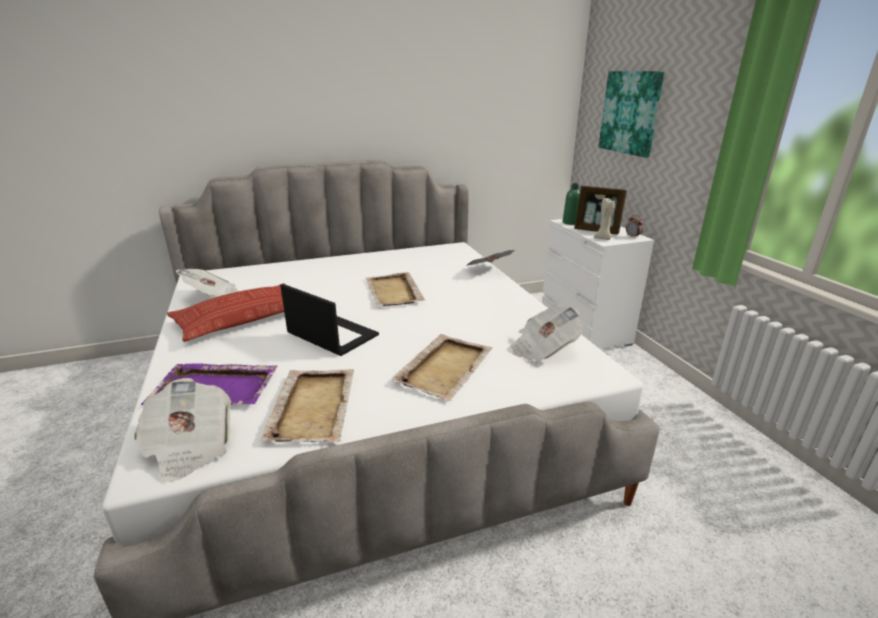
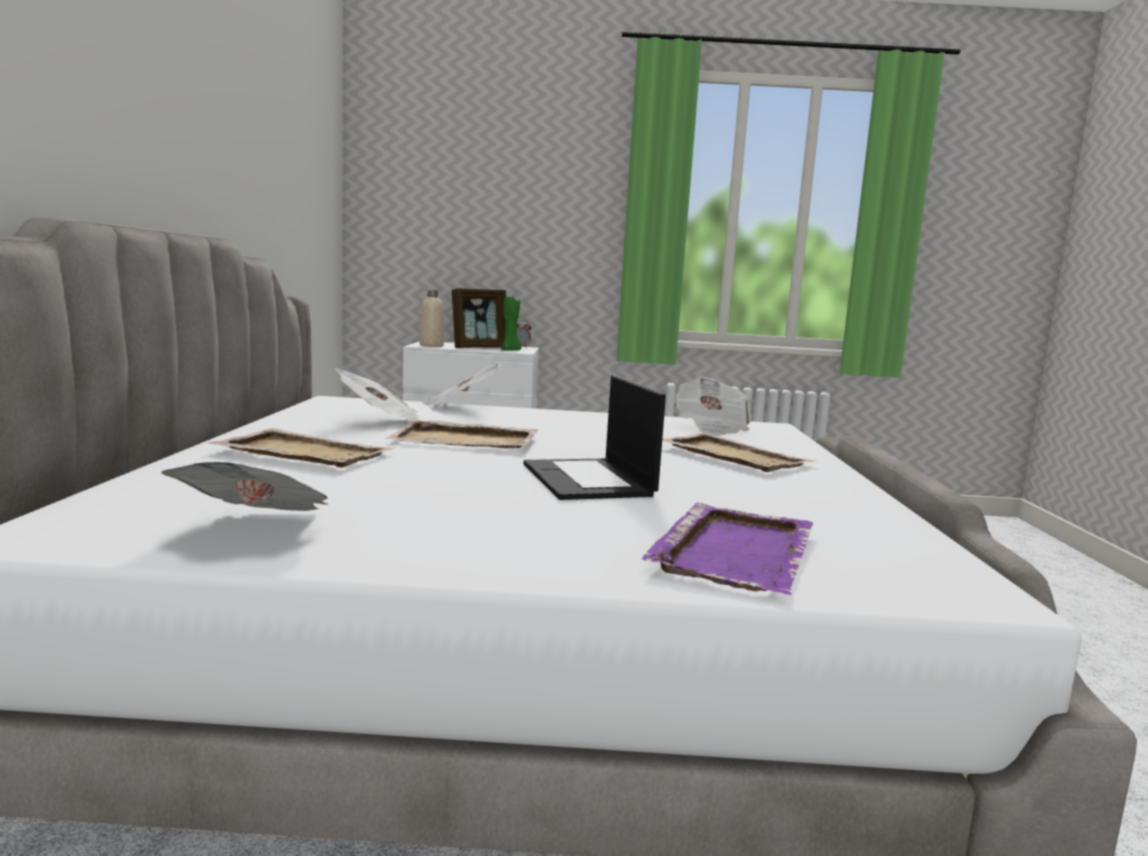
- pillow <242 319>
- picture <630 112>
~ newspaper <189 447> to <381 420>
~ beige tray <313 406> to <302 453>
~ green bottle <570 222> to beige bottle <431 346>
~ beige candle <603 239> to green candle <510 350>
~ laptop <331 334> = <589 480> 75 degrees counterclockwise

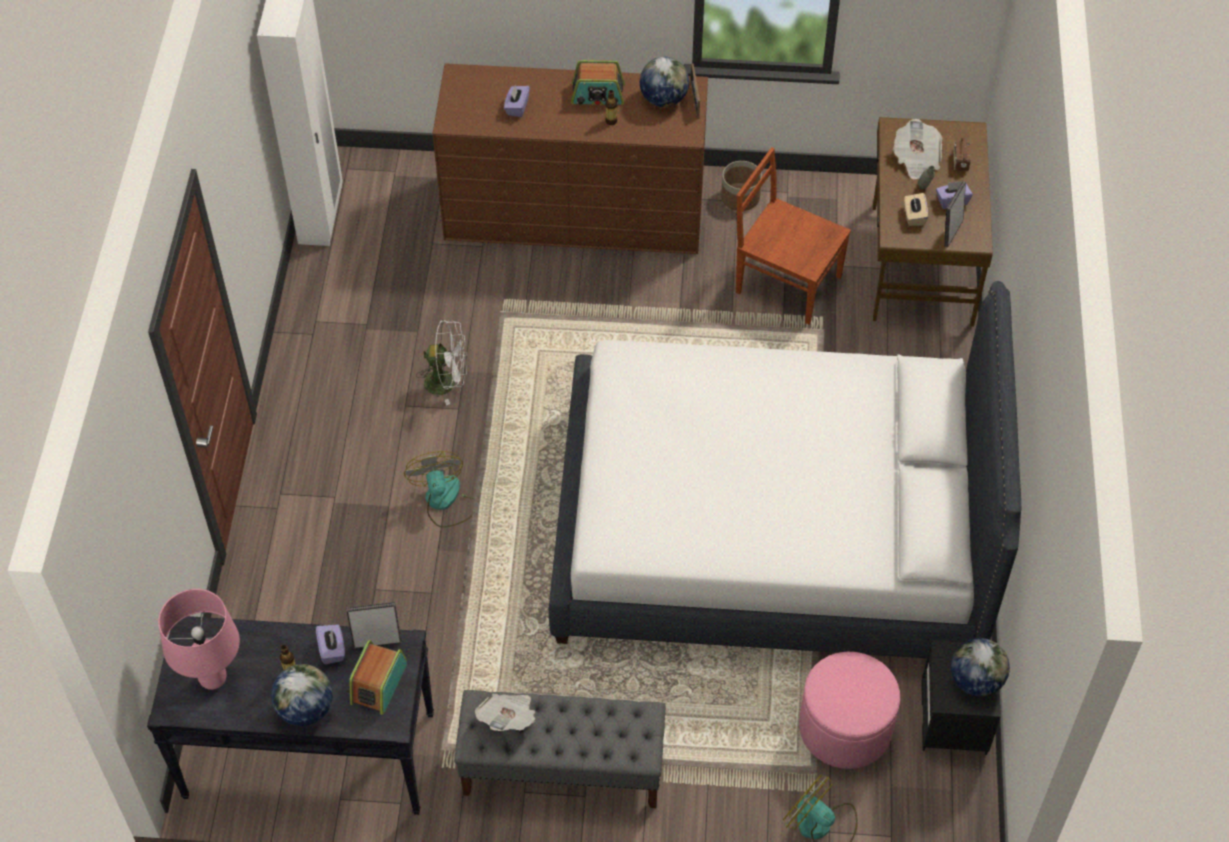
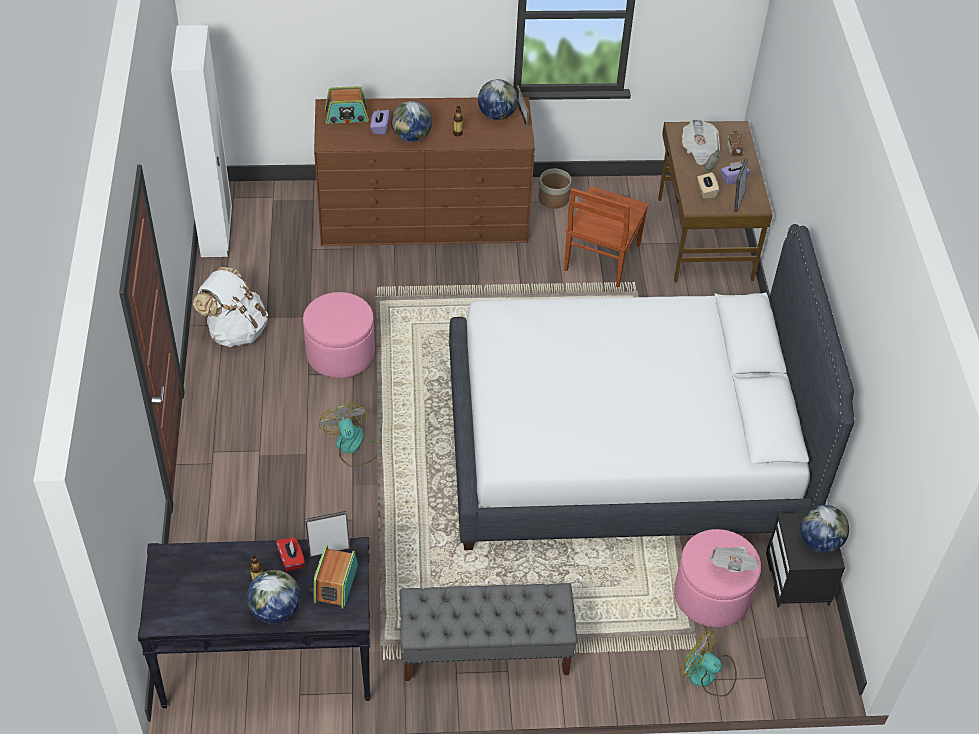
- pink table lamp <212 679>
+ white backpack <235 330>
+ globe <411 137>
~ newspaper <508 719> to <732 565>
~ radio <598 94> to <346 115>
~ white fan <447 382> to pink ottoman <340 353>
~ purple tissue box <332 650> to red tissue box <291 560>
~ brown chair <786 283> = <601 259> 90 degrees counterclockwise

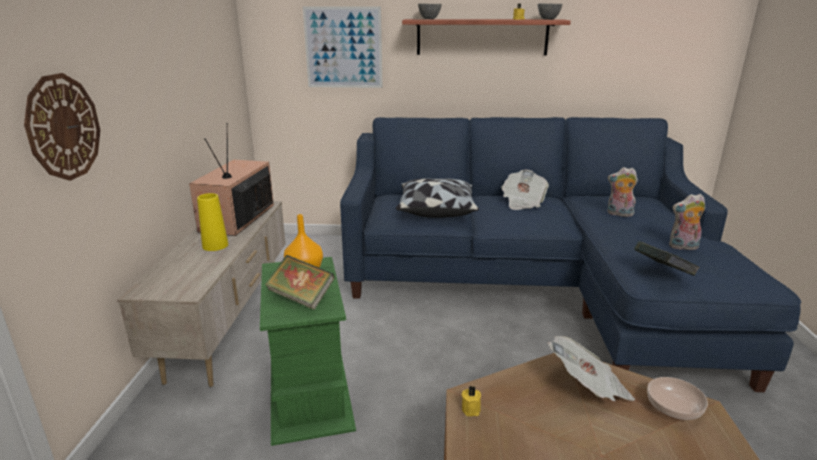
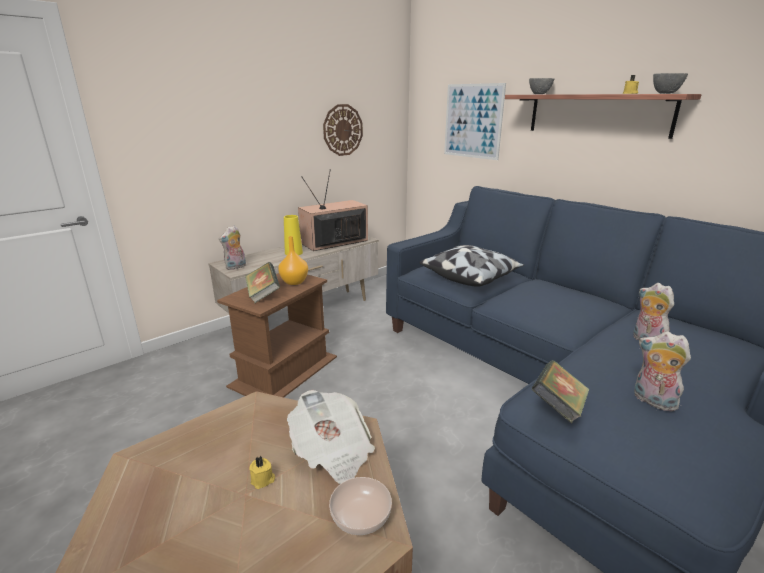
- newspaper <522 202>
+ plush toy <236 267>
~ wall clock <63 127> to <343 130>
~ yellow candle <471 409> to <263 480>
~ green side table <309 390> to brown side table <285 370>

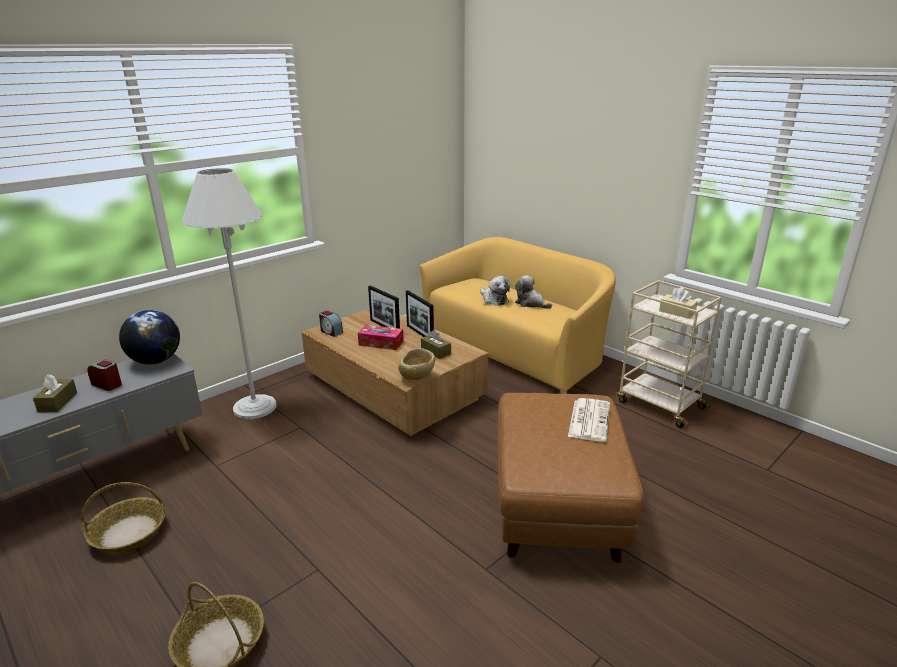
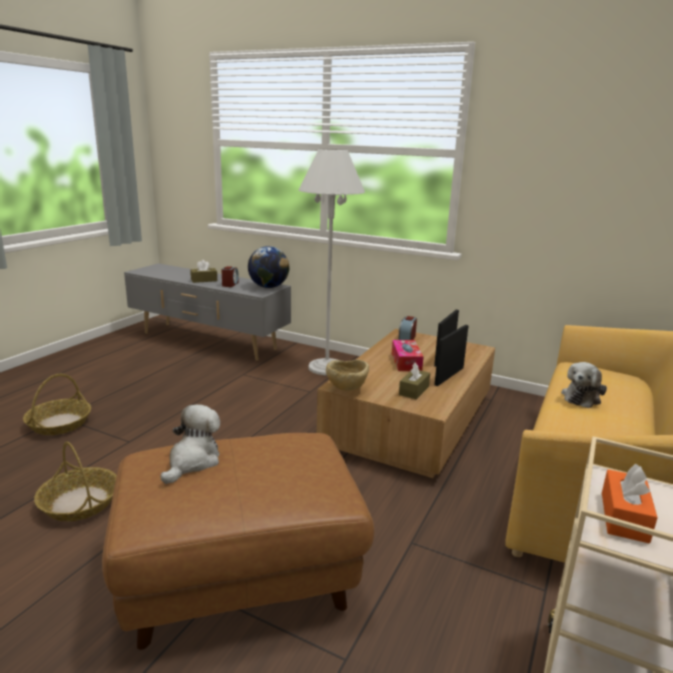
- newspaper <589 419>
~ basket <128 533> to <79 502>
~ plush toy <531 303> to <193 461>
~ beige tissue box <677 312> to orange tissue box <624 517>

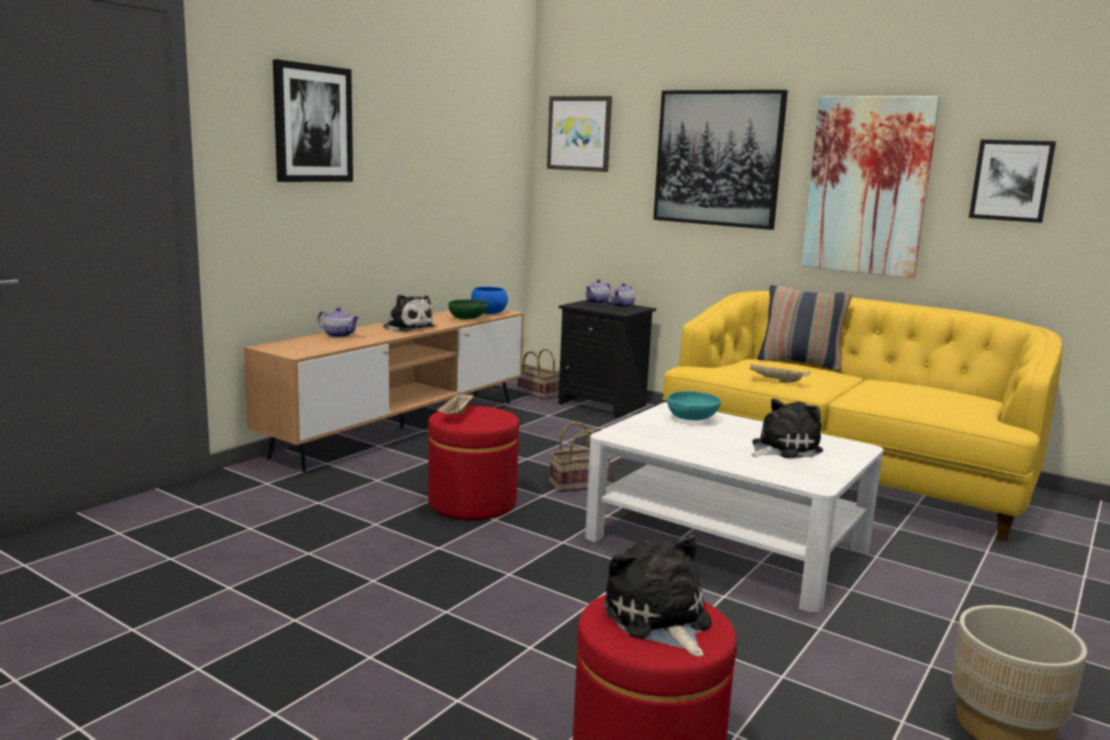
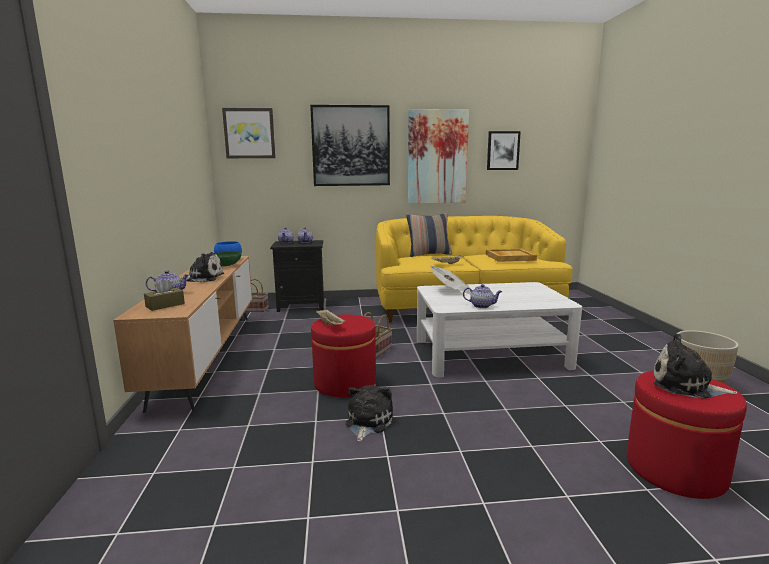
- picture <312 124>
+ brown tissue box <165 305>
+ teapot <482 306>
+ beige tray <509 257>
~ plush toy <782 448> to <367 422>
~ turquoise bowl <692 419> to newspaper <451 291>

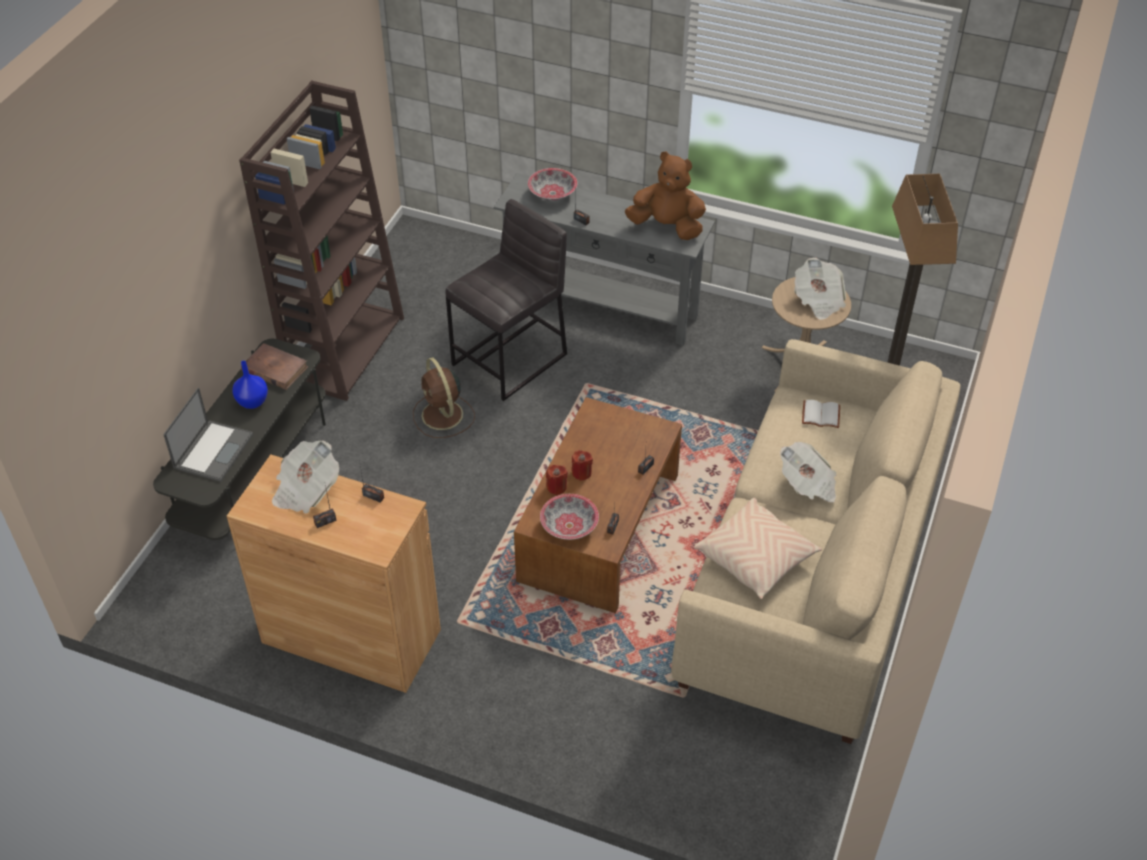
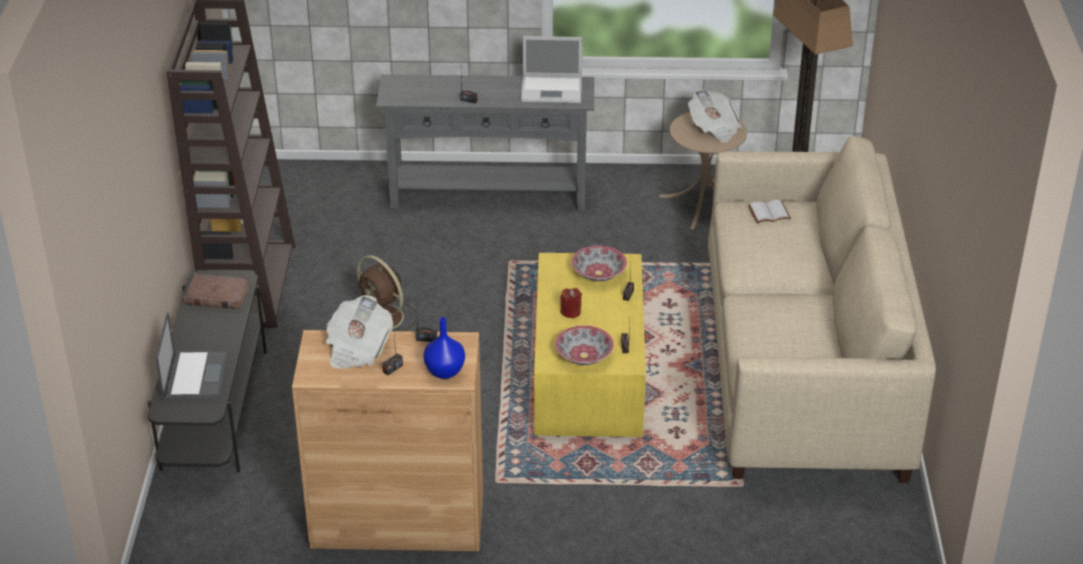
- grey stool <511 359>
- red candle <556 487>
- beige pillow <756 558>
- newspaper <808 484>
~ blue vase <252 401> to <444 371>
~ bowl <552 193> to <598 273>
~ brown plush toy <667 227> to laptop <553 90>
~ brown coffee table <600 527> to yellow coffee table <589 373>

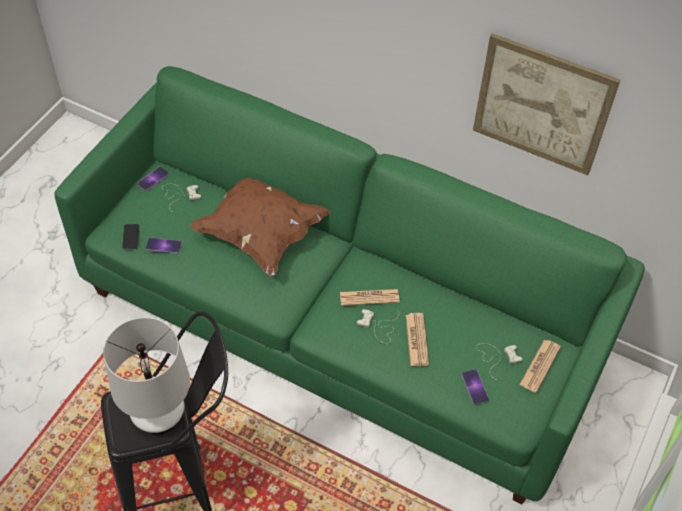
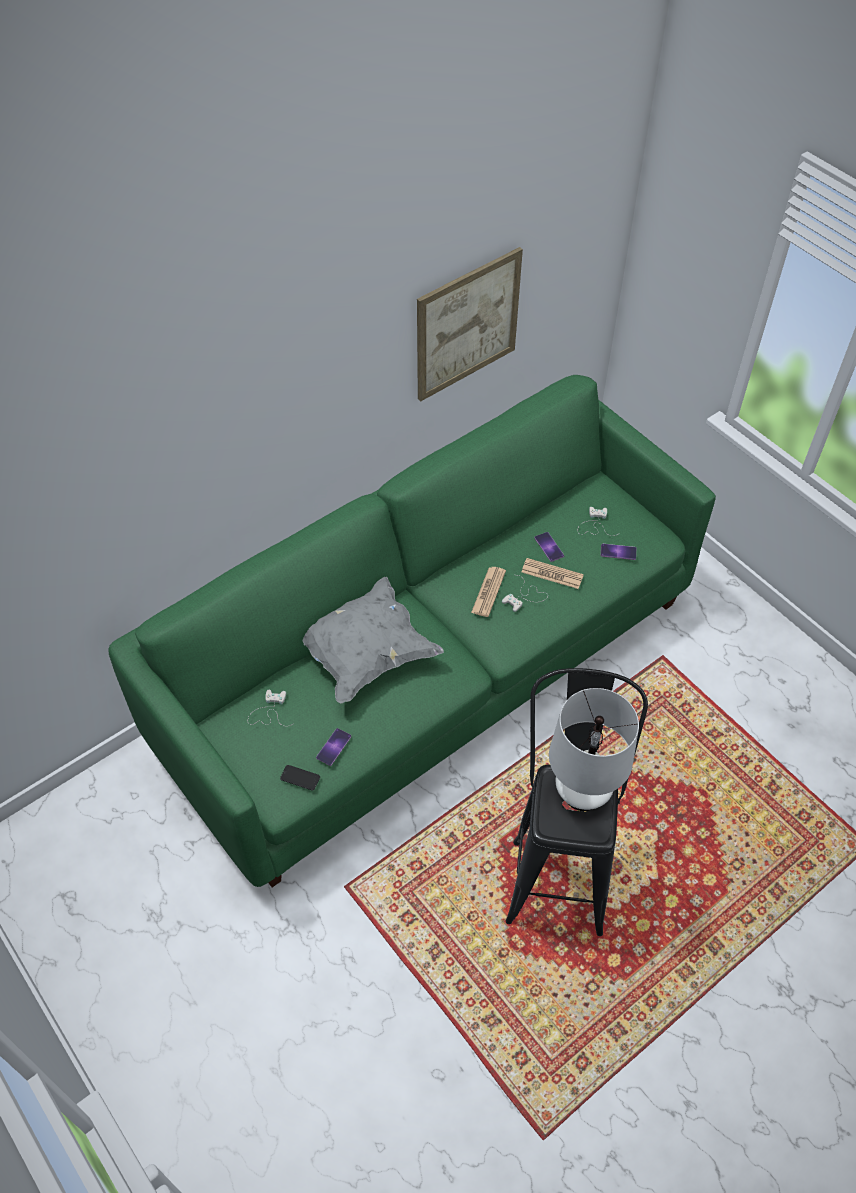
- newspaper <540 366>
~ phone <153 179> to <549 547>
~ brown pillow <261 233> to grey pillow <365 653>

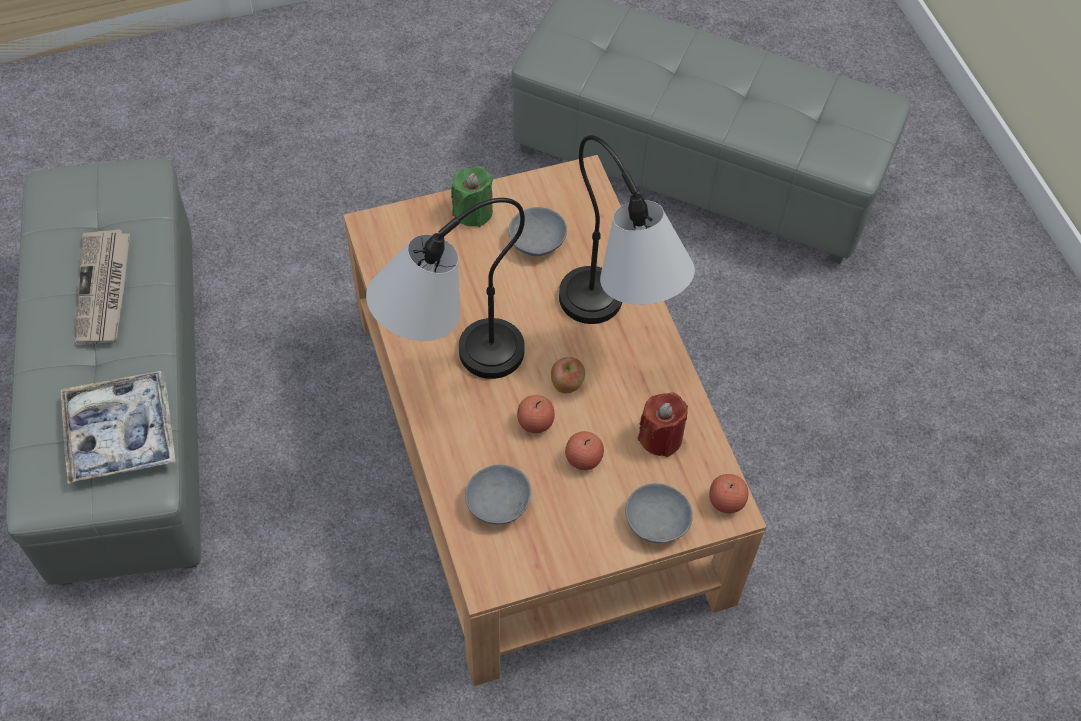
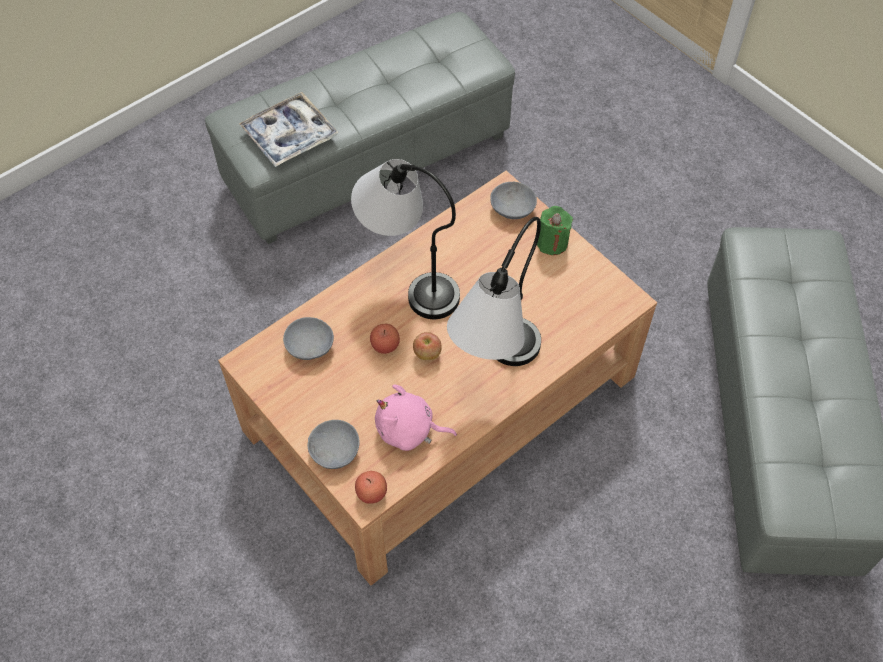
- newspaper <104 290>
- apple <583 459>
~ grey bowl <538 242> to <511 209>
~ red candle <660 437> to pink plush toy <409 430>

